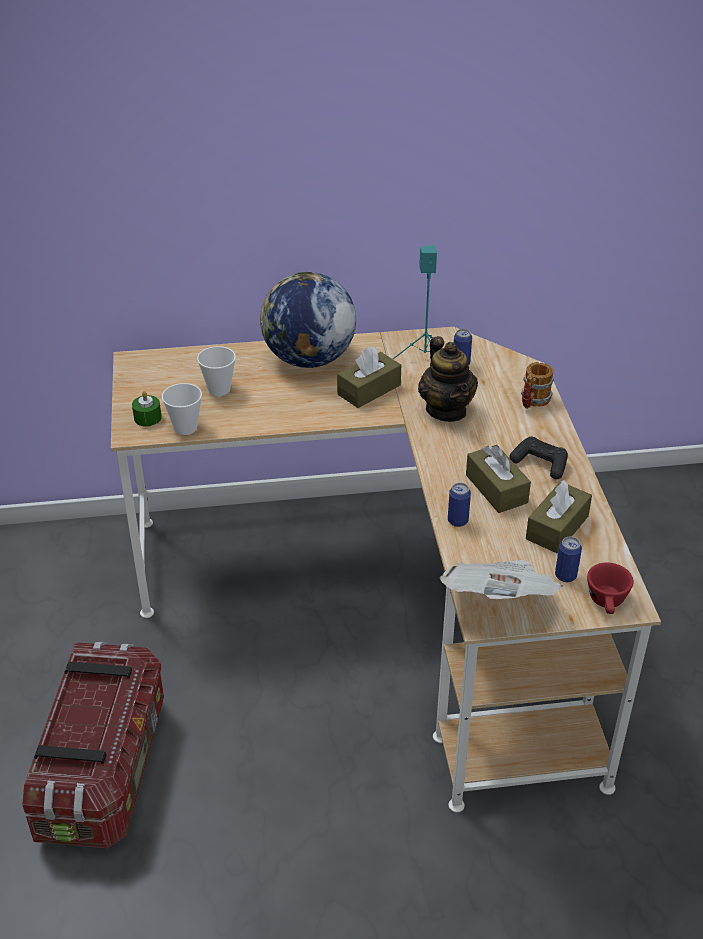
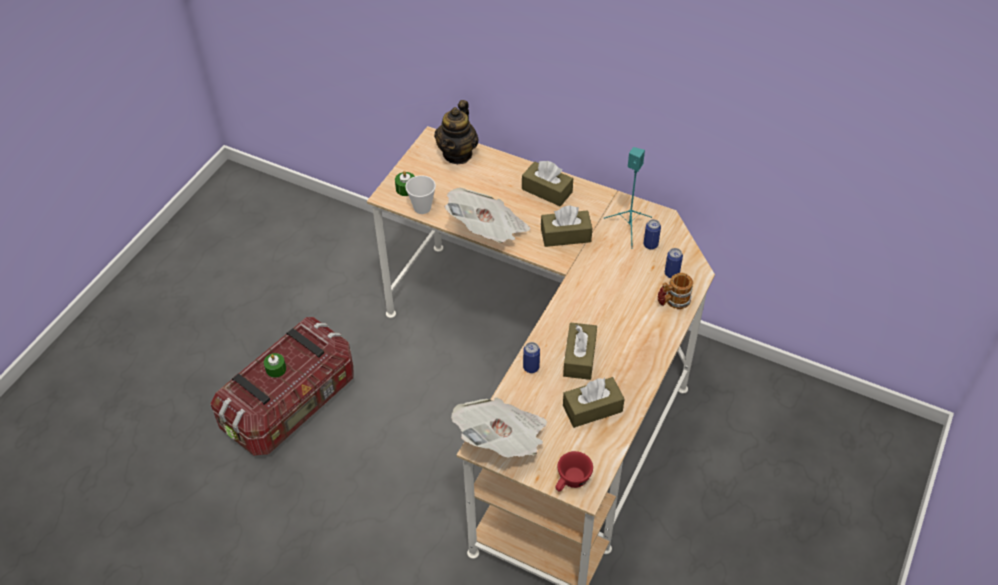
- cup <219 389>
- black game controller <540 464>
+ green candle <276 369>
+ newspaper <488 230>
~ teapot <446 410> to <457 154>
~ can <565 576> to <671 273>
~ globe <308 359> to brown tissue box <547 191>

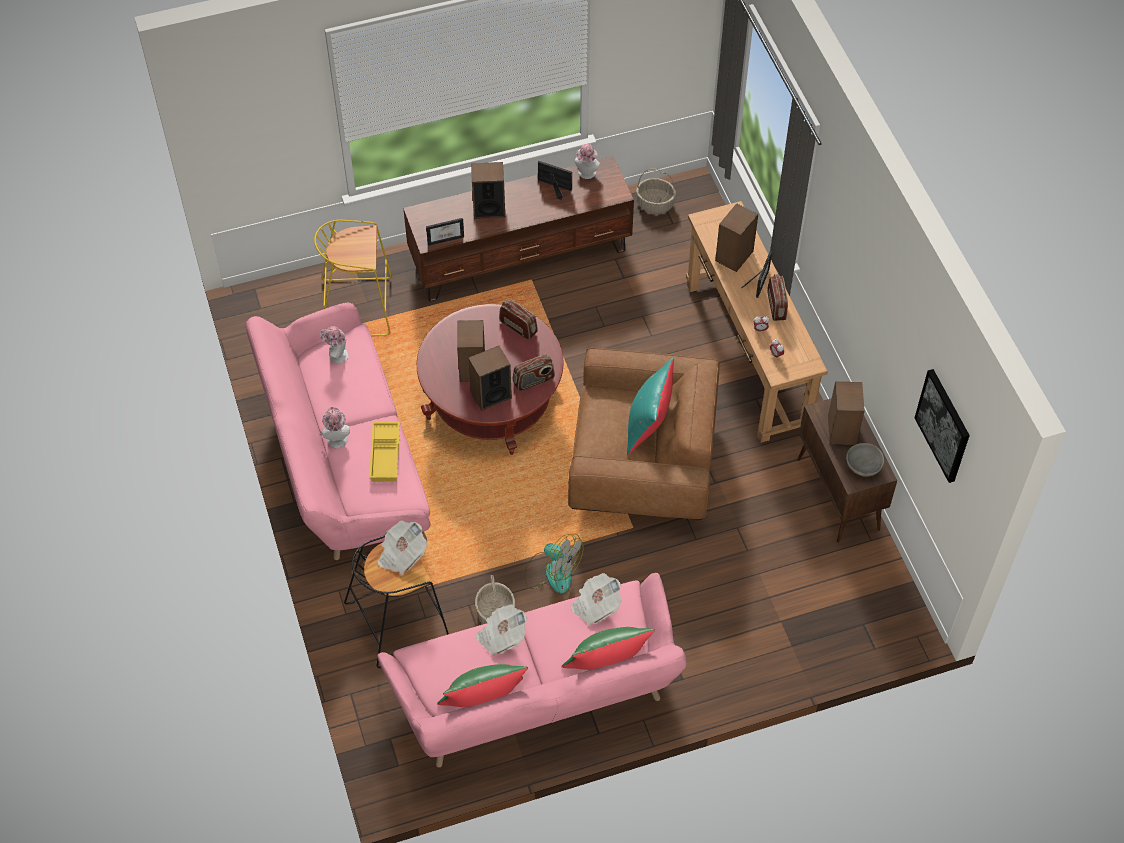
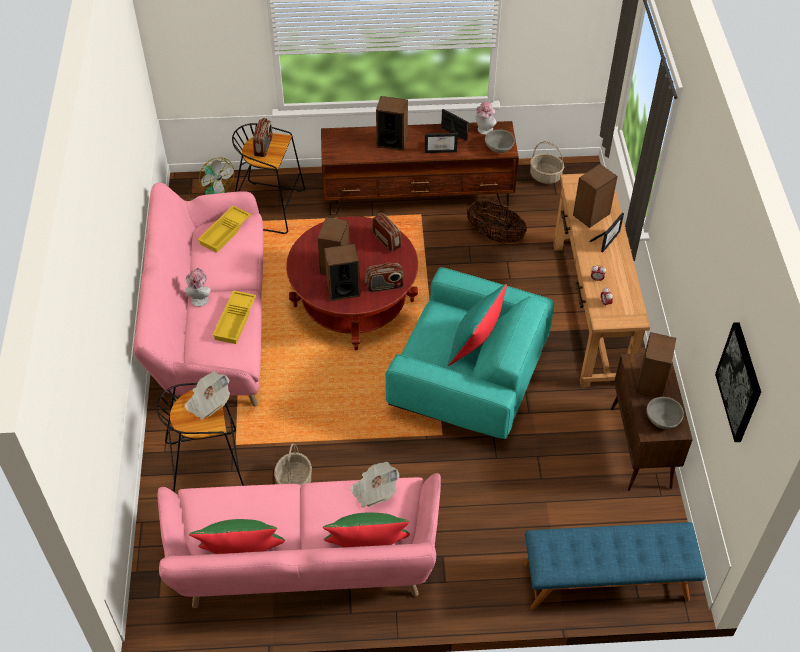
- newspaper <501 636>
+ basket <495 235>
+ grey bowl <499 148>
+ blue bench <606 581>
~ picture frame <445 237> to <441 149>
~ fan <552 571> to <211 192>
~ radio <776 306> to <263 147>
~ hat <336 355> to yellow tray <225 232>
~ yellow stool <358 307> to black stool <270 208>
~ brown armchair <642 463> to turquoise armchair <468 382>

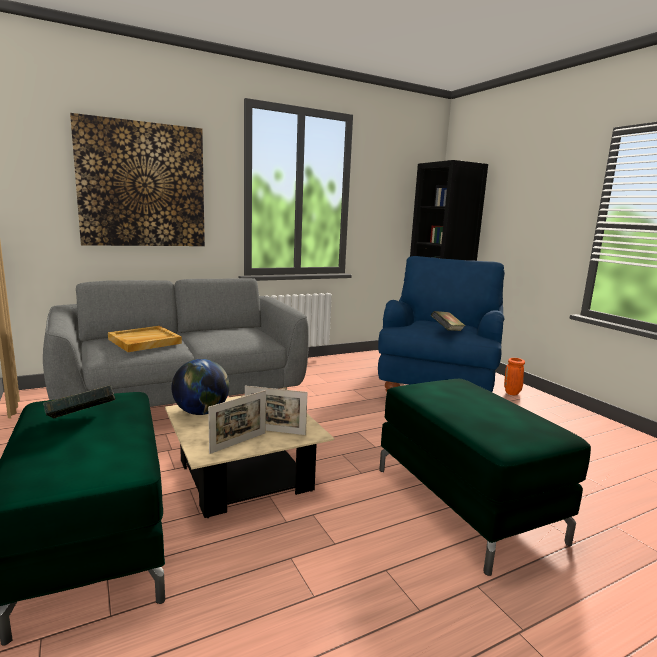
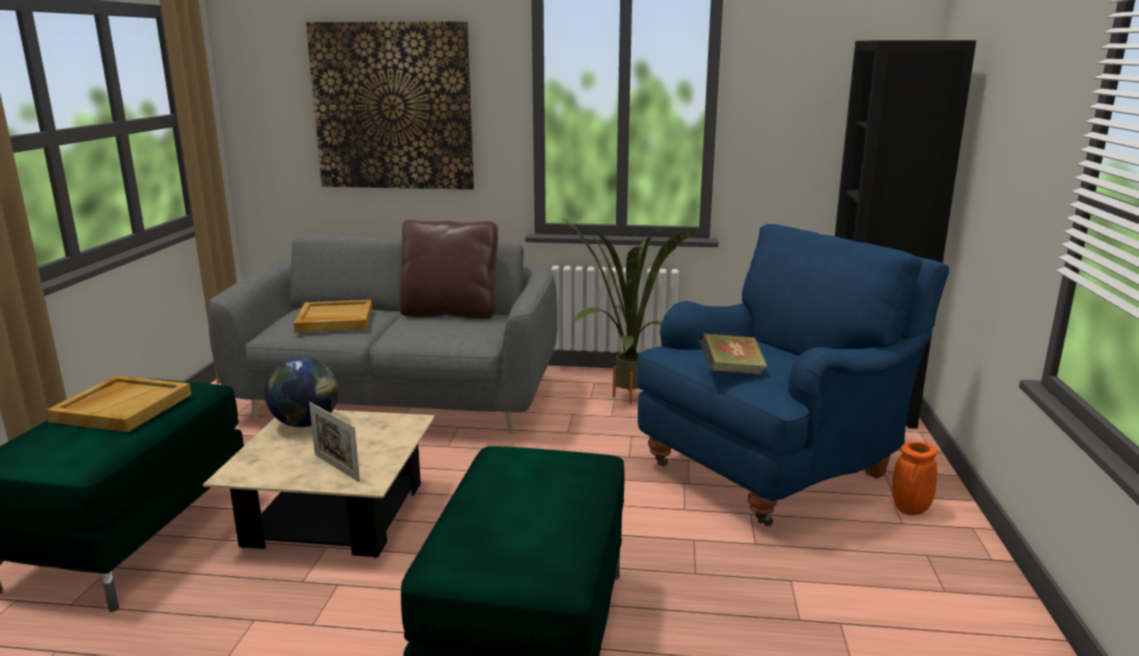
- picture frame <238 443>
+ brown pillow <450 313>
+ potted plant <620 399>
~ book <82 420> to beige tray <122 407>

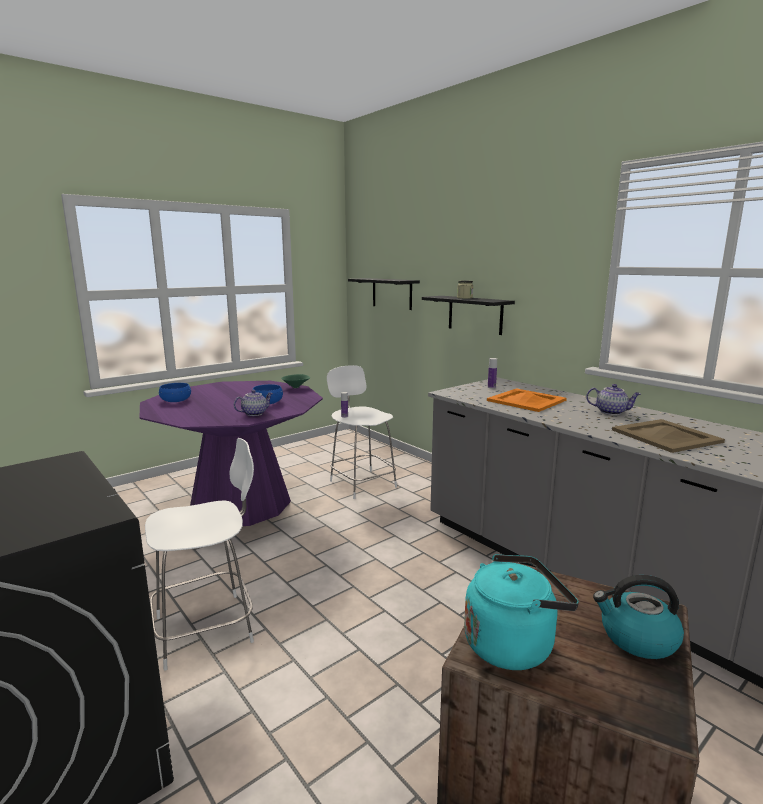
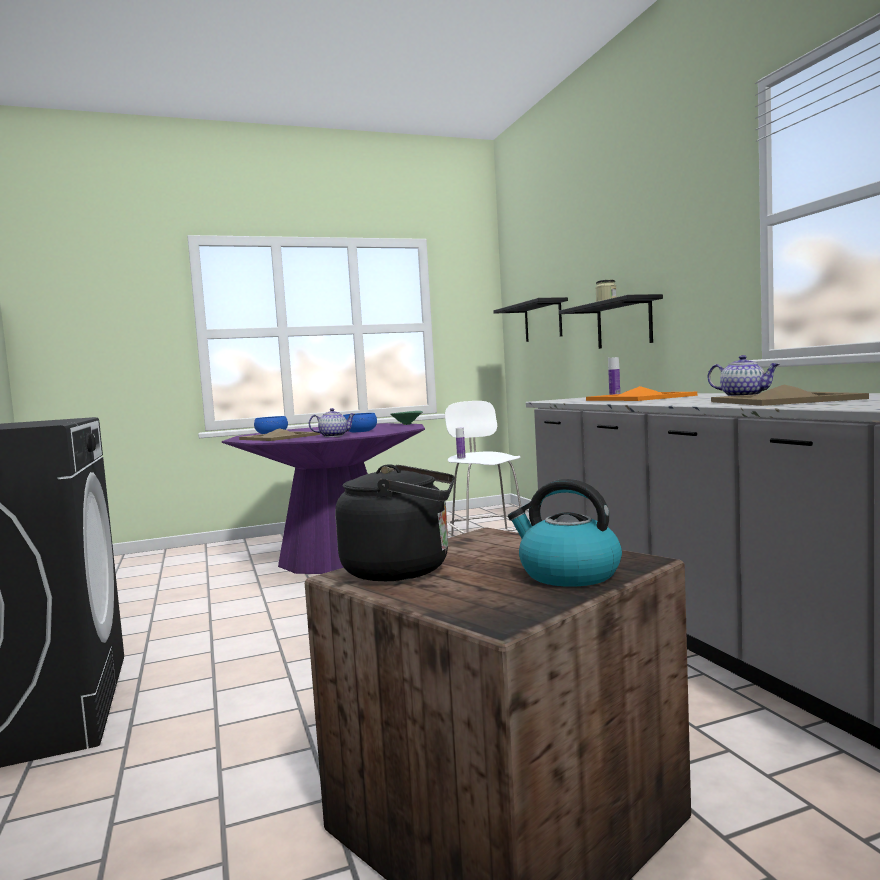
- white stool <208 628>
+ beige tray <280 437>
~ turquoise kettle <512 643> to black kettle <404 570>

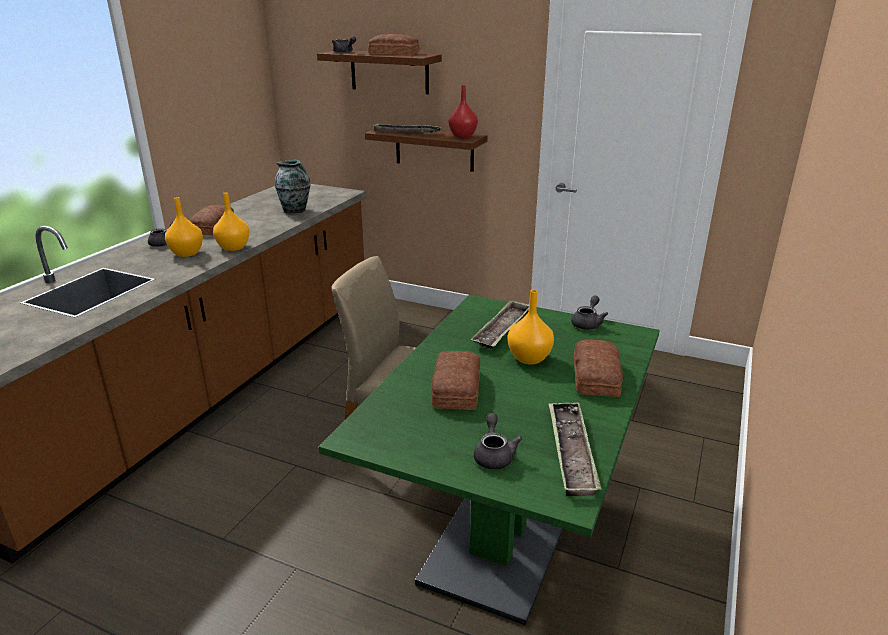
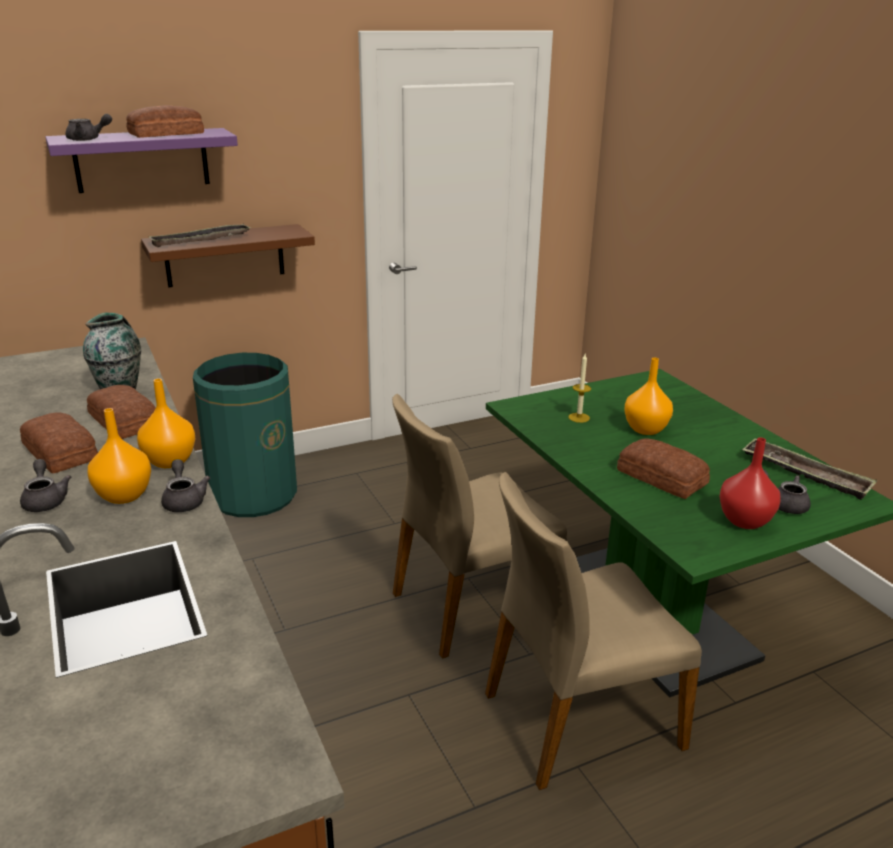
+ green trash can <253 495>
+ beige chair <579 718>
~ red vase <463 135> to <745 520>
~ grey teapot <587 323> to <184 500>
~ bread <597 376> to <125 420>
~ tray <502 329> to candle <579 417>
~ brown shelf <389 72> to purple shelf <142 160>

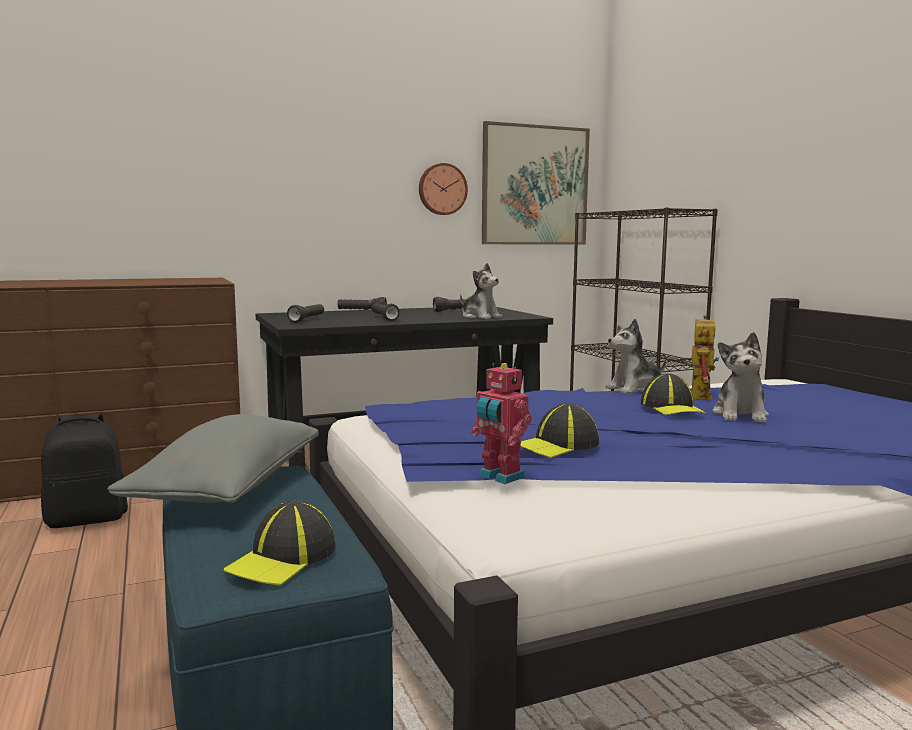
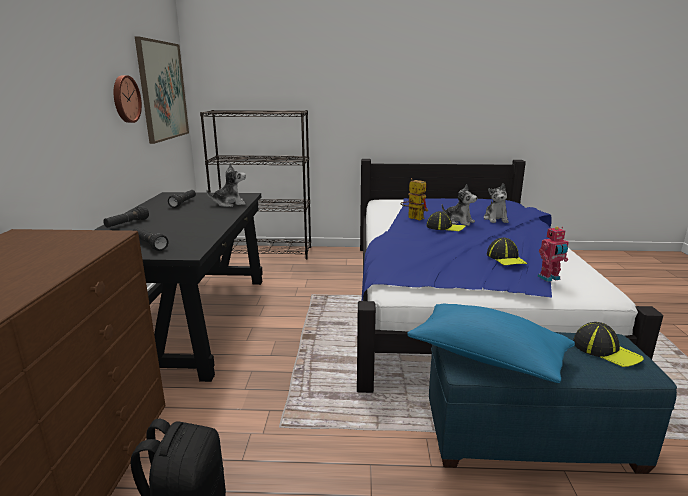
- black flashlight <383 318>
~ plush toy <635 389> to <495 219>
~ grey pillow <228 489> to blue pillow <487 357>

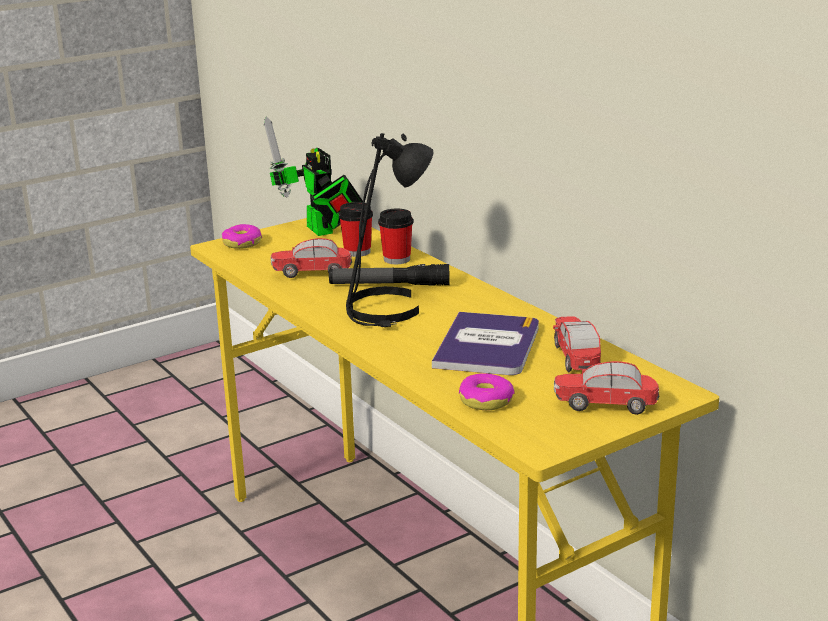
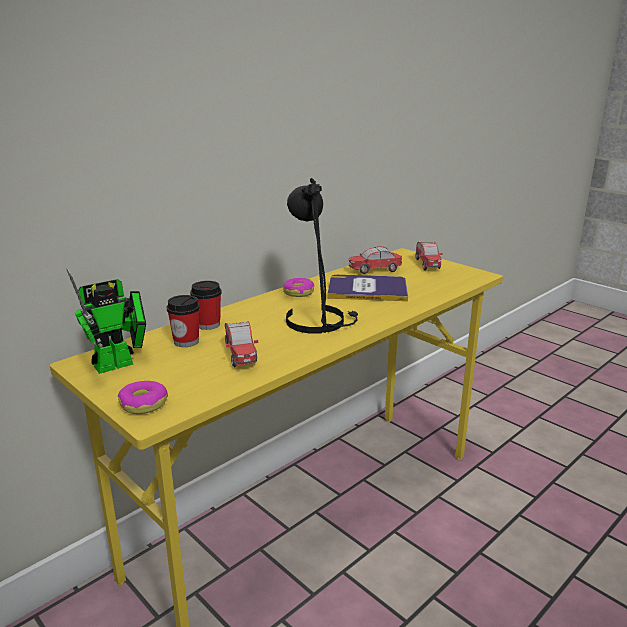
- flashlight <389 285>
~ donut <486 400> to <298 292>

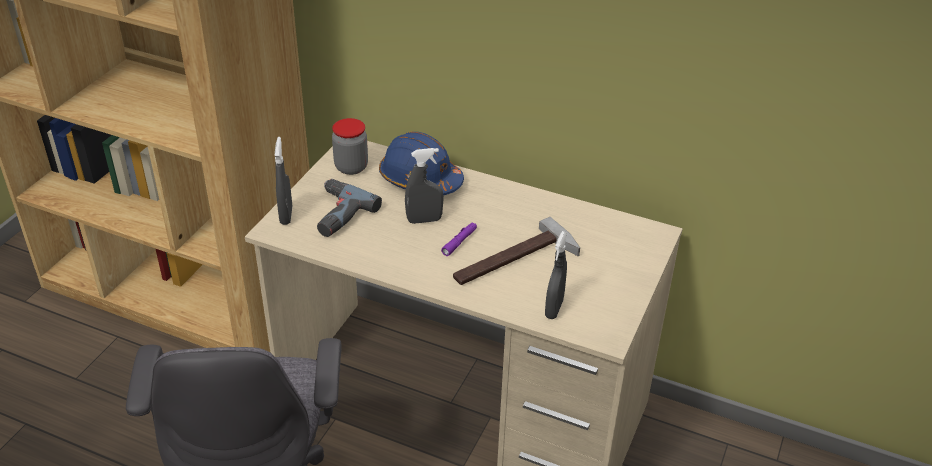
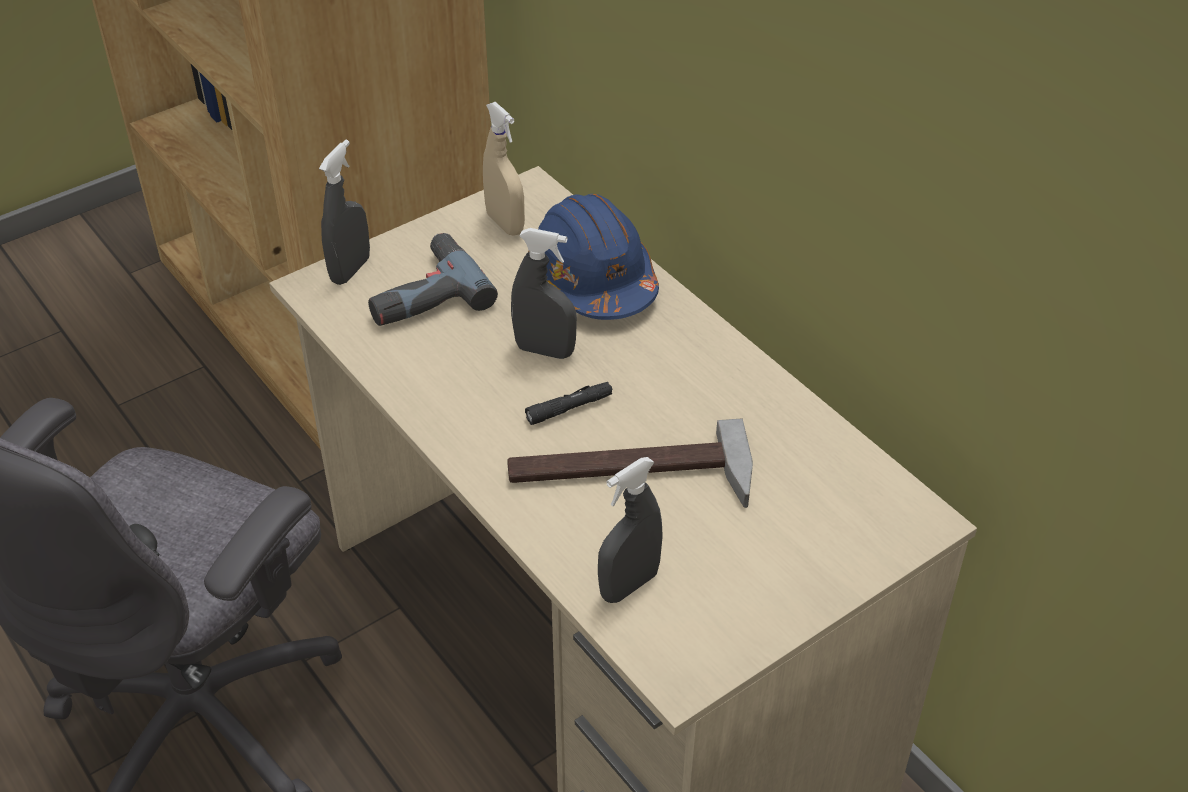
~ jar <351 167> to beige spray bottle <505 224>
~ purple flashlight <459 242> to black flashlight <569 408>

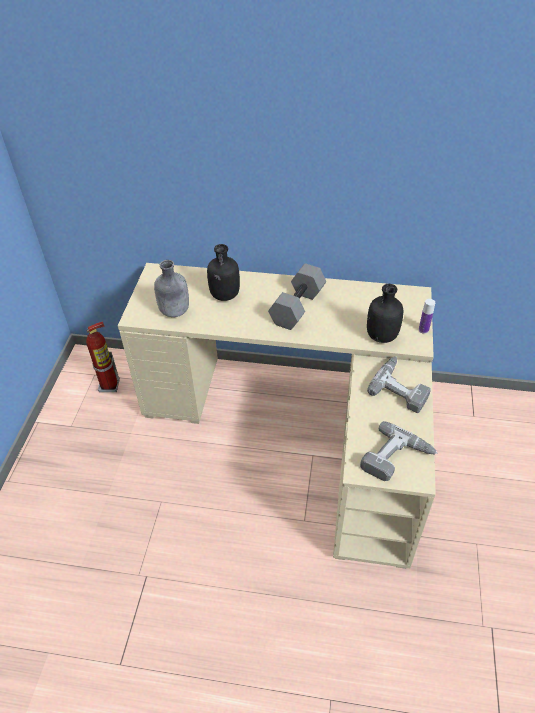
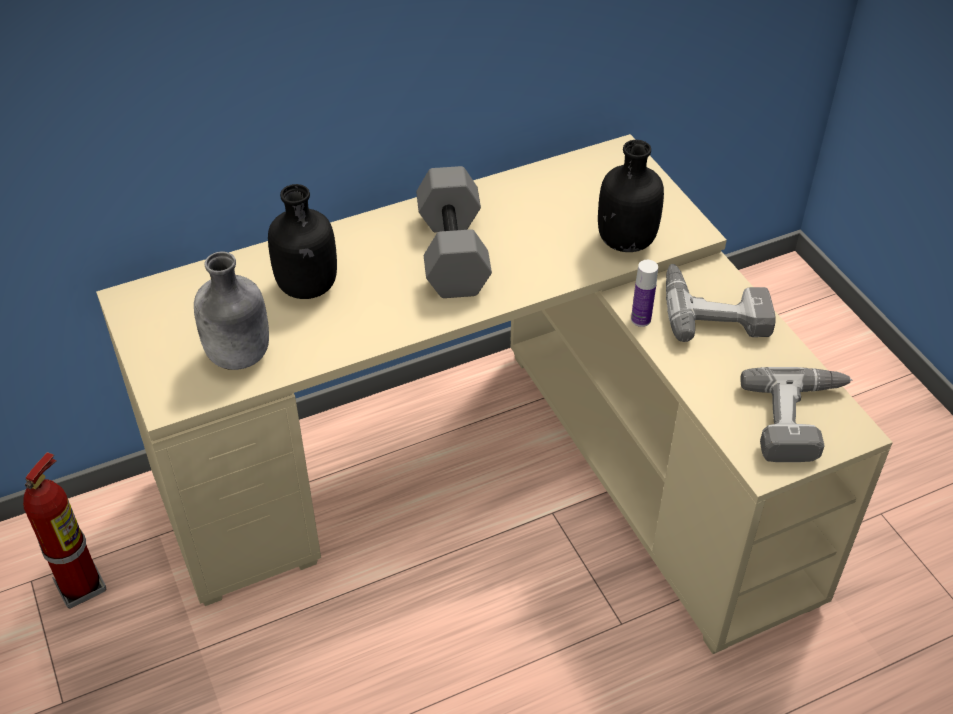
~ bottle <423 330> to <641 319>

